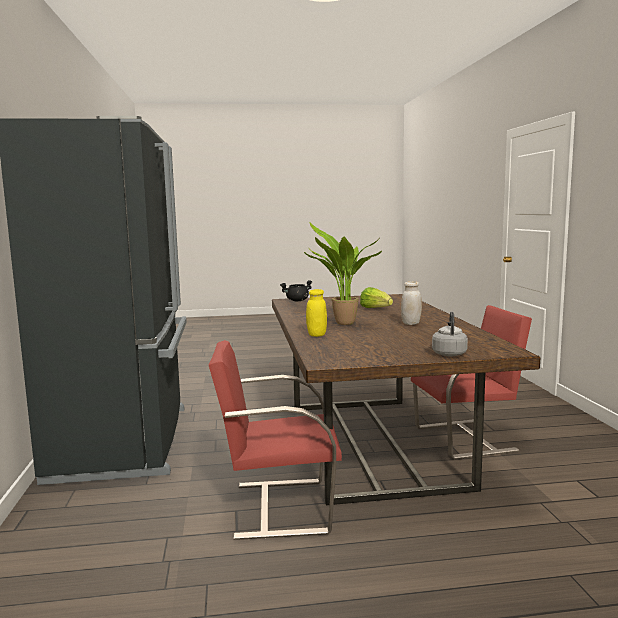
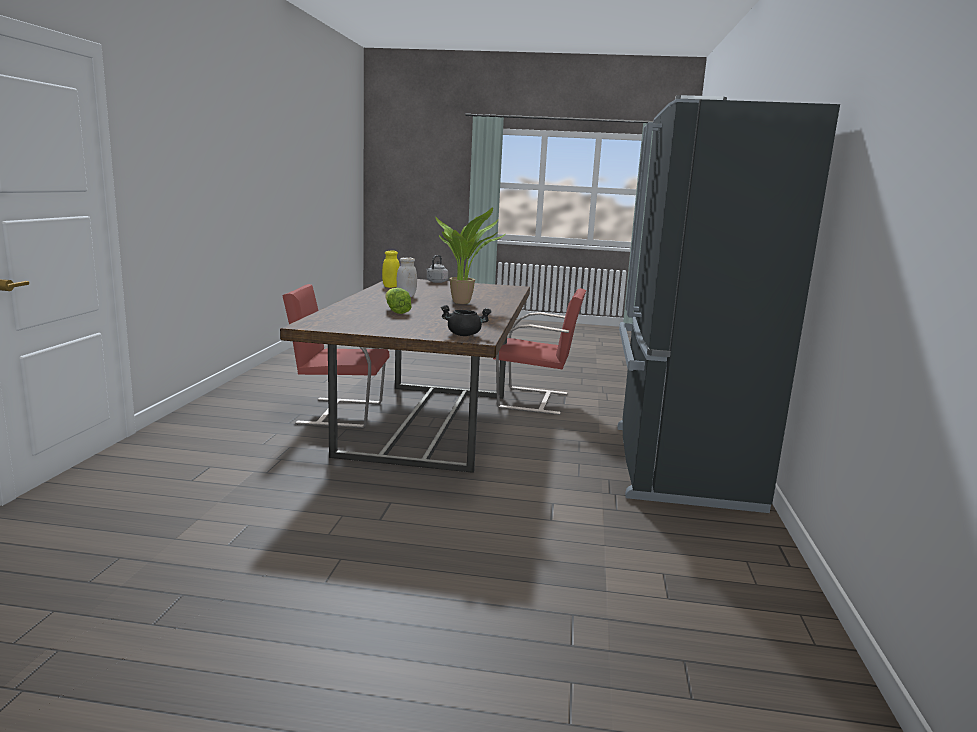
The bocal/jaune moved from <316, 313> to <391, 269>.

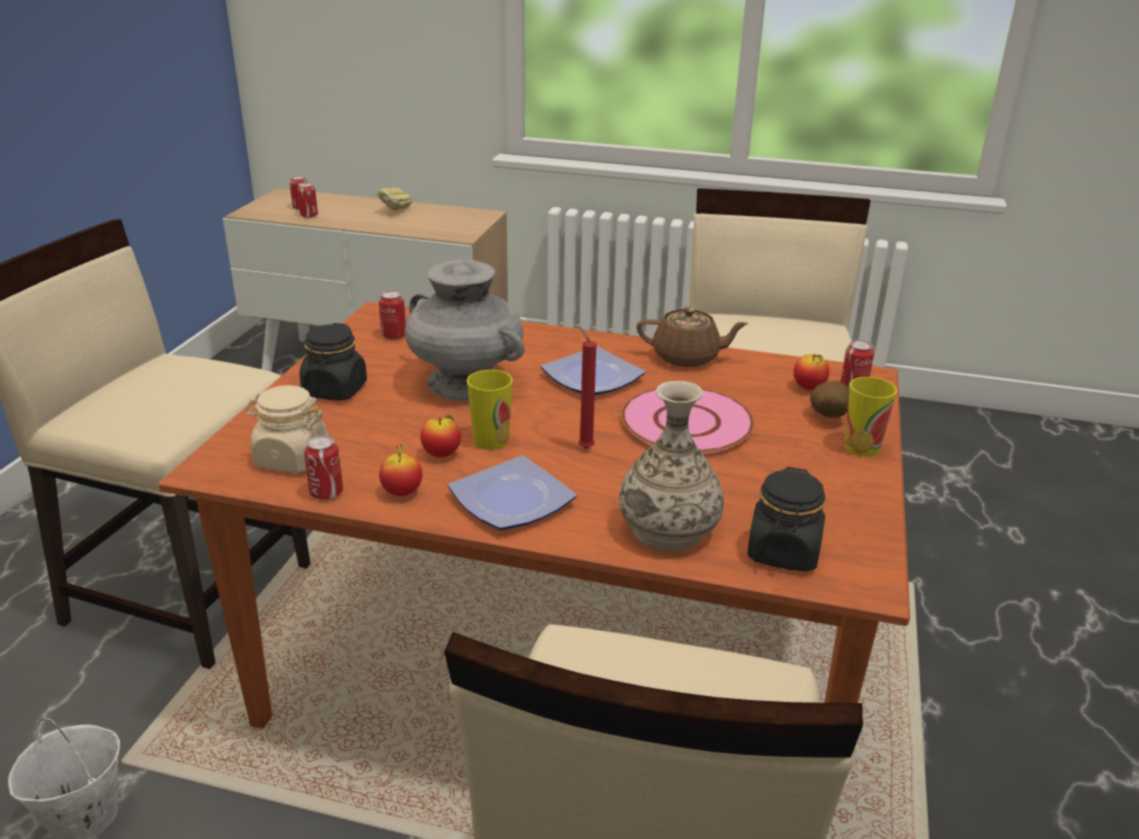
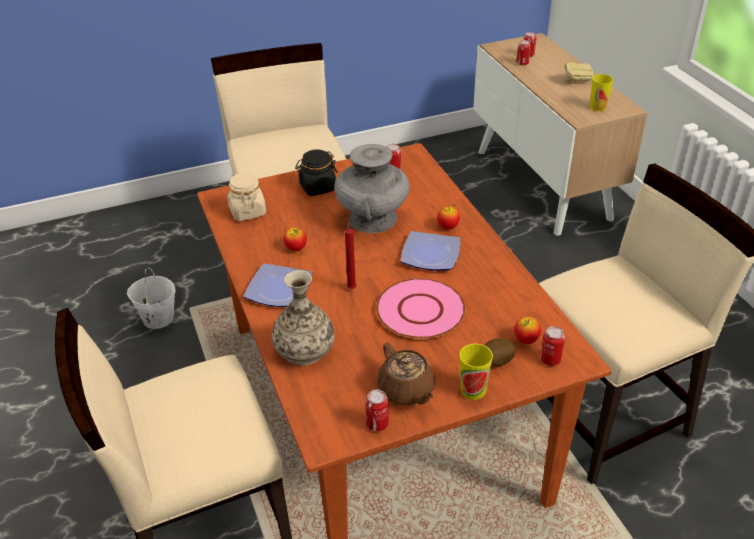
The bocal/noir at <786, 519> disappeared.
The boîte métallique moved from <323, 467> to <377, 410>.
The pomme moved from <400, 470> to <448, 217>.
The tasse moved from <490, 410> to <601, 92>.
The théière/marron moved from <692, 337> to <406, 374>.

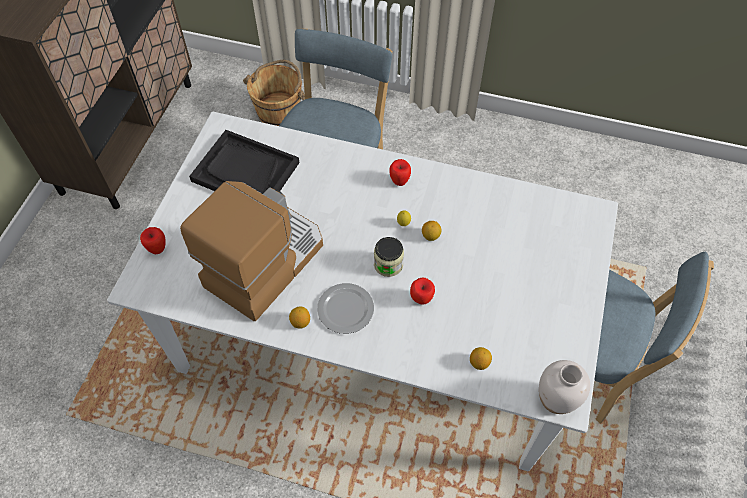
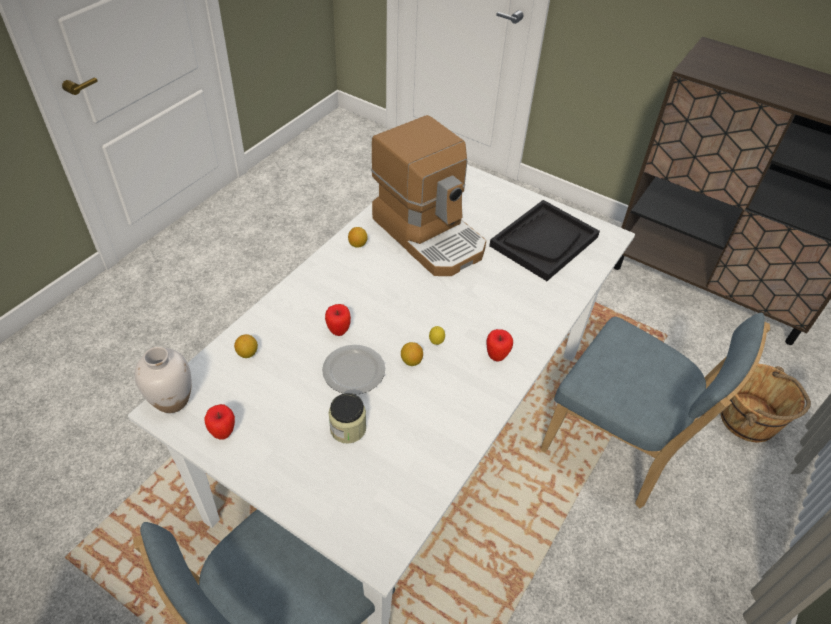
The pomme moved from <153, 240> to <220, 422>.
The assiette moved from <345, 308> to <353, 370>.
The bocal moved from <389, 257> to <347, 418>.

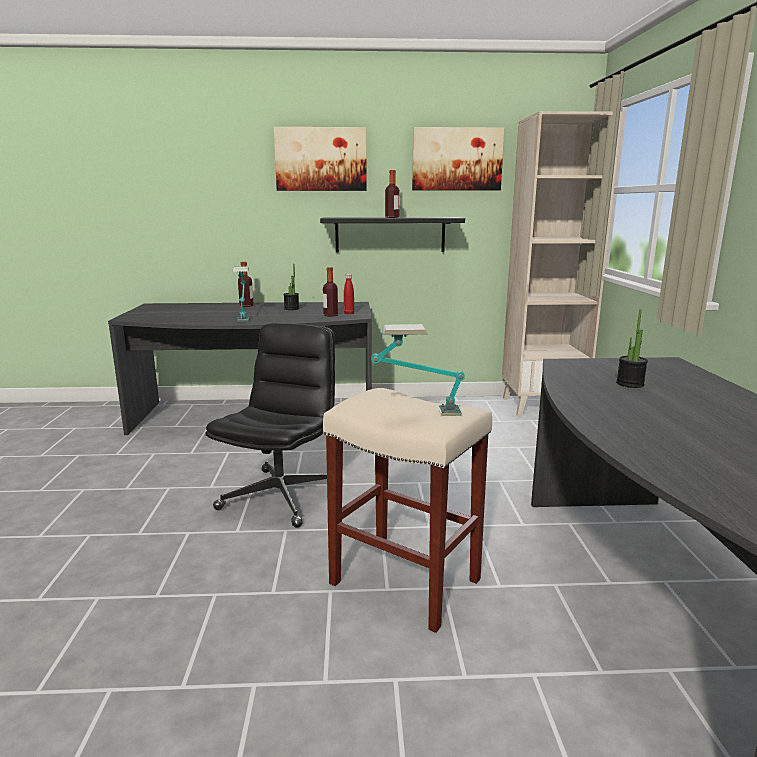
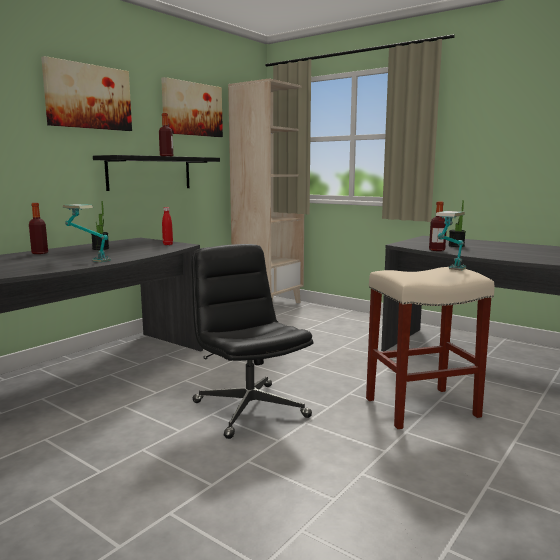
The bouteille moved from <330, 292> to <437, 226>.

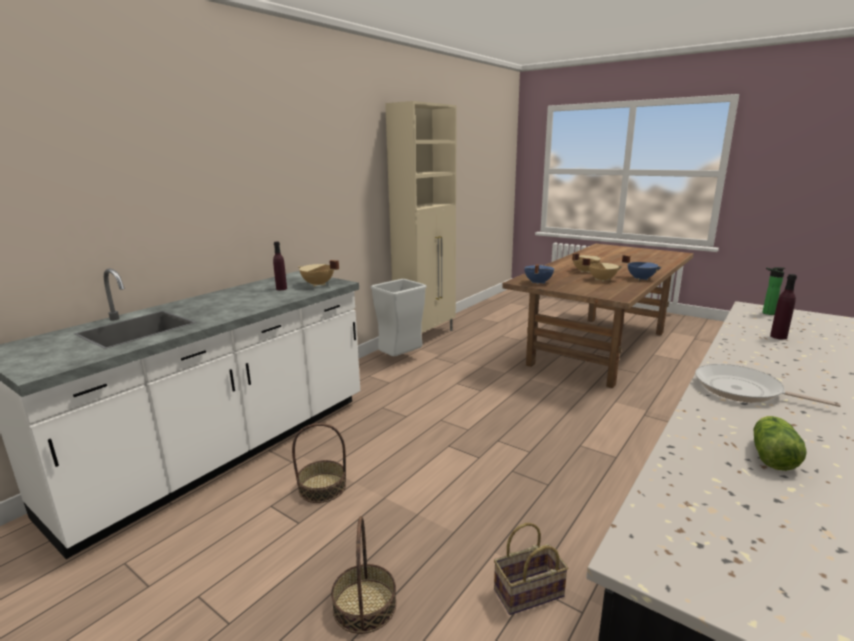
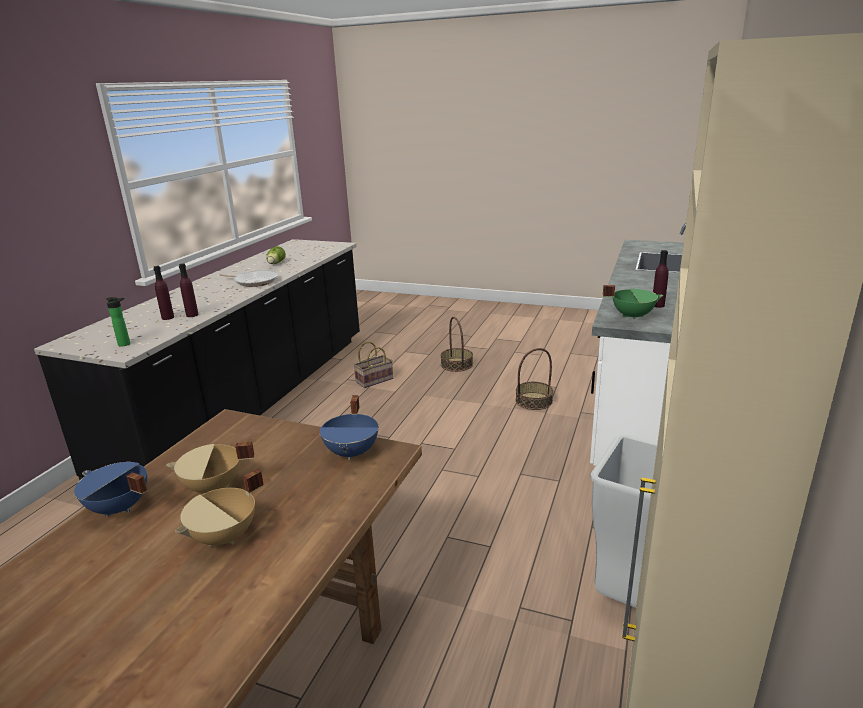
The bouteille/violet at <189, 290> appeared.
The marmite/beige at <318, 273> became the marmite/vert at <633, 302>.

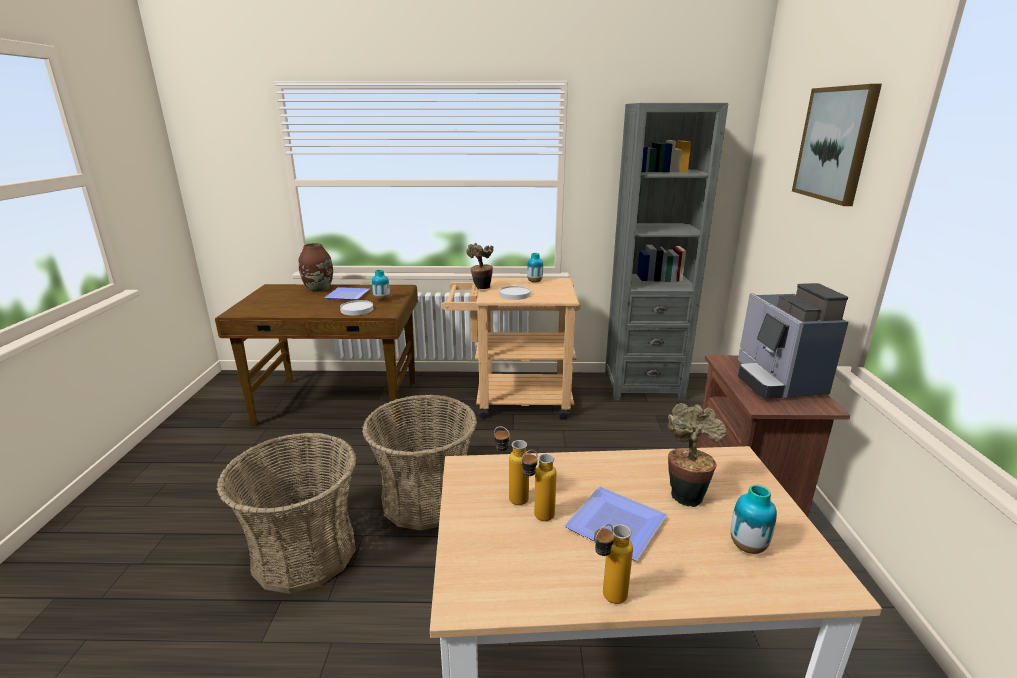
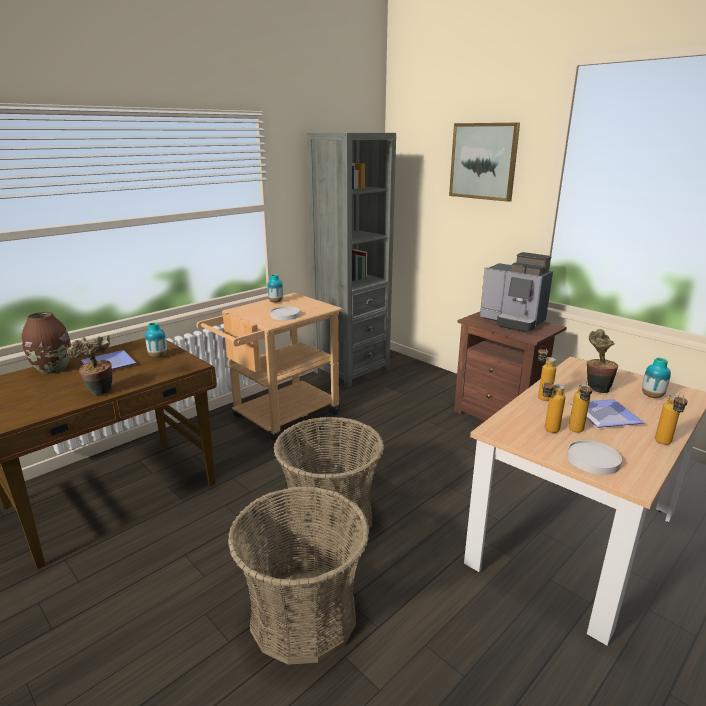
The bouteille at <547, 373> appeared.
The assiette/blanc moved from <356, 308> to <594, 457>.
The plante en pot moved from <480, 266> to <89, 365>.

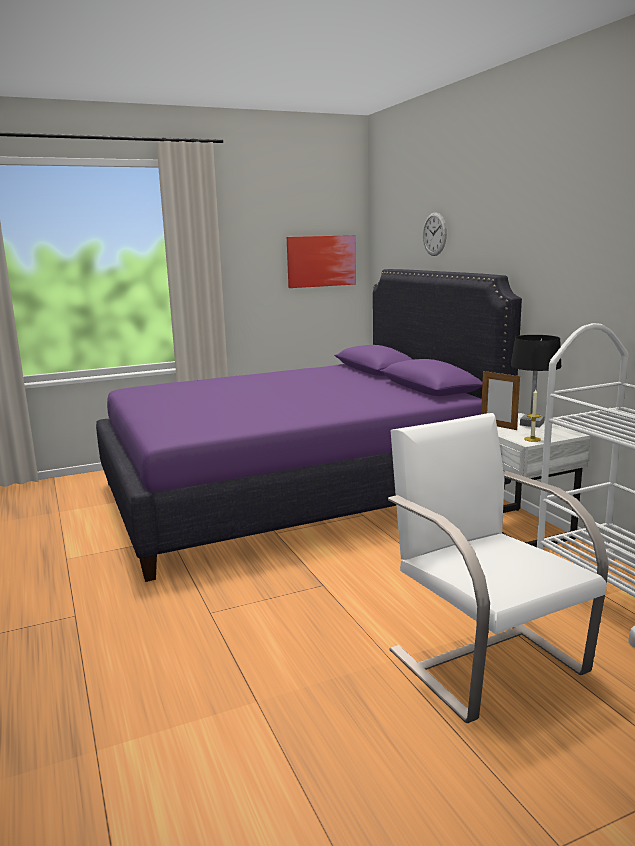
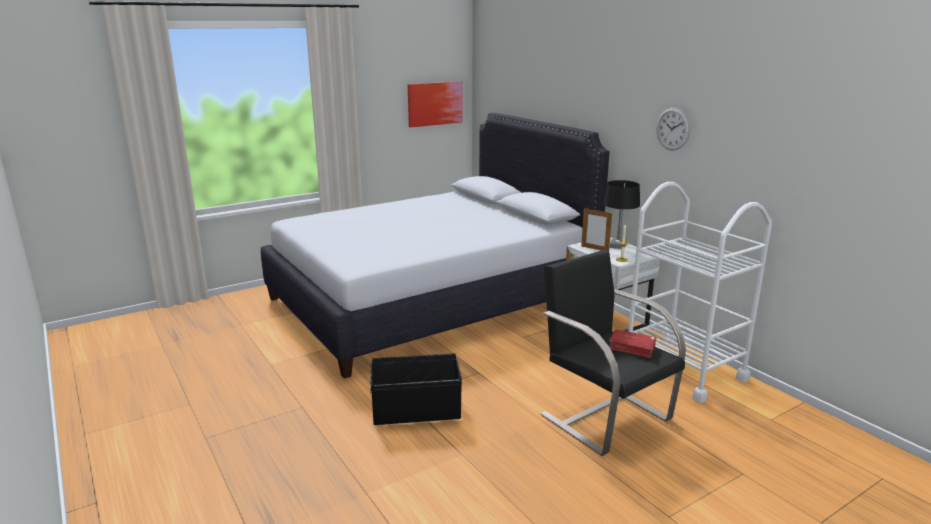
The boîte de rangement/noir at <416, 389> appeared.
The livre/rouge at <632, 344> appeared.
The horloge murale moved from <435, 234> to <673, 129>.
The lit/violet at <309, 425> became the lit/blanc at <435, 246>.
The fauteuil/blanc at <498, 568> became the fauteuil/noir at <613, 353>.

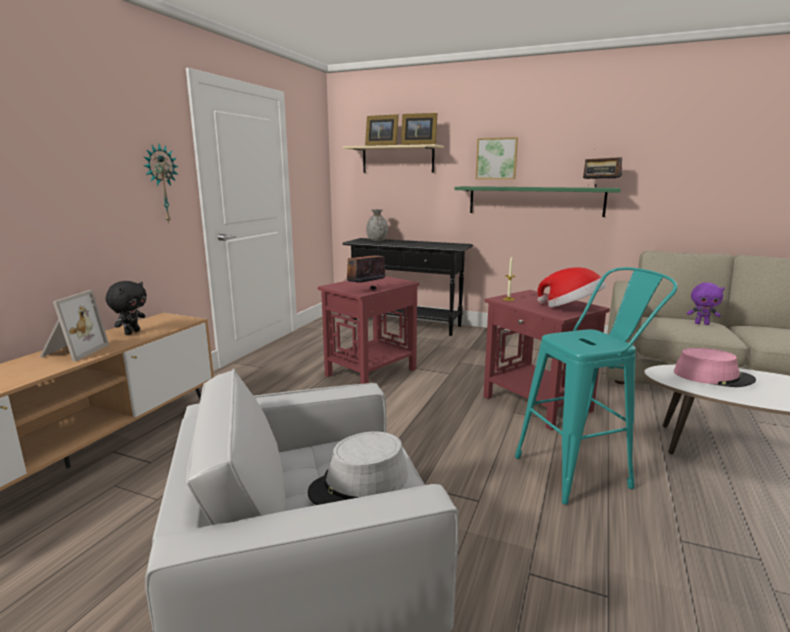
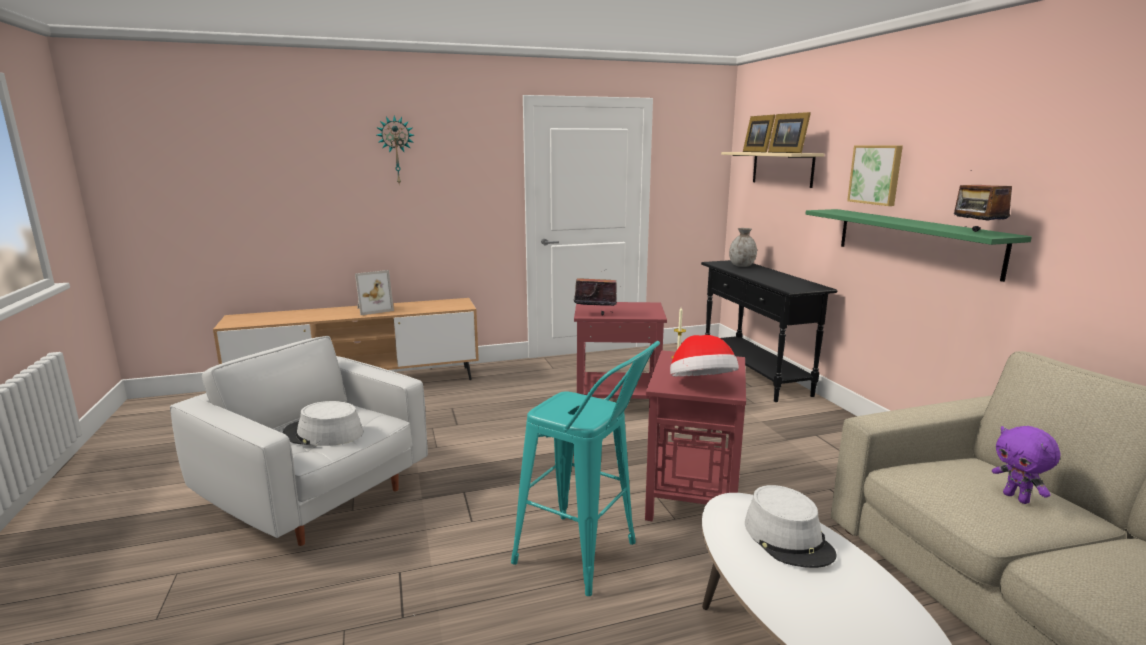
The peluche/noir at <126, 308> disappeared.
The horloge murale moved from <161, 183> to <395, 151>.
The chapeau/rose at <715, 367> became the chapeau/gris at <791, 526>.

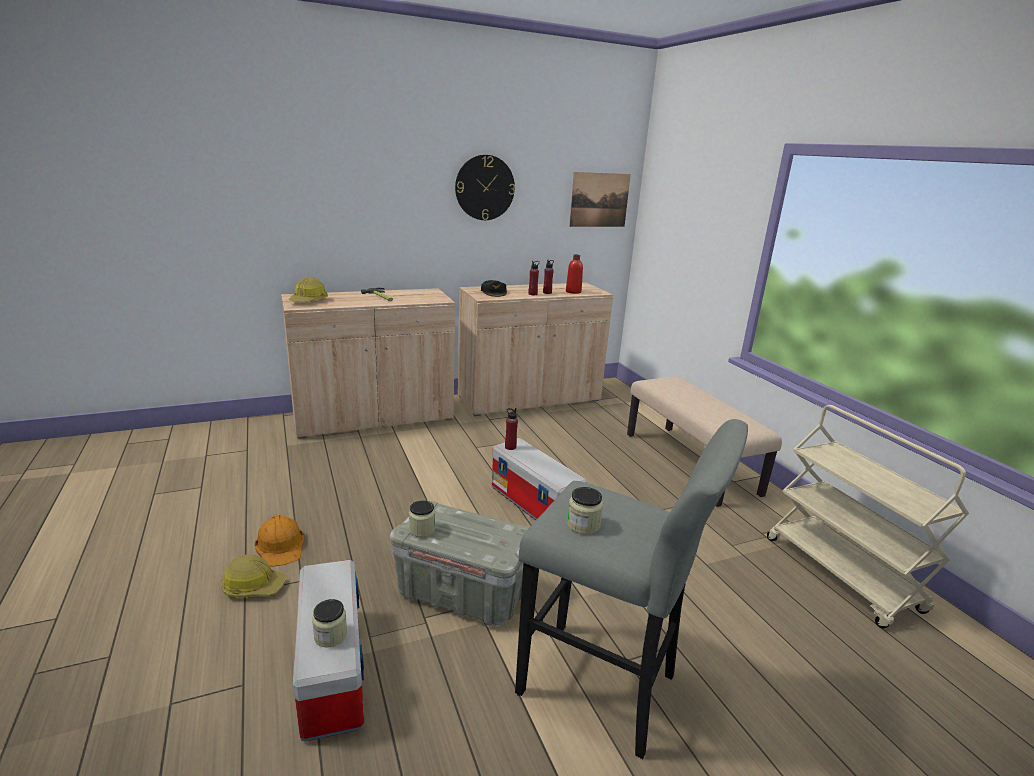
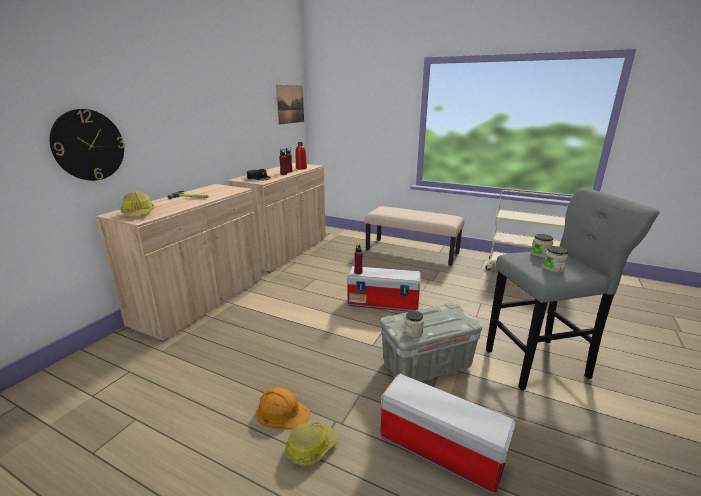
The bocal moved from <329, 623> to <542, 246>.
The horloge murale moved from <485, 187> to <87, 145>.

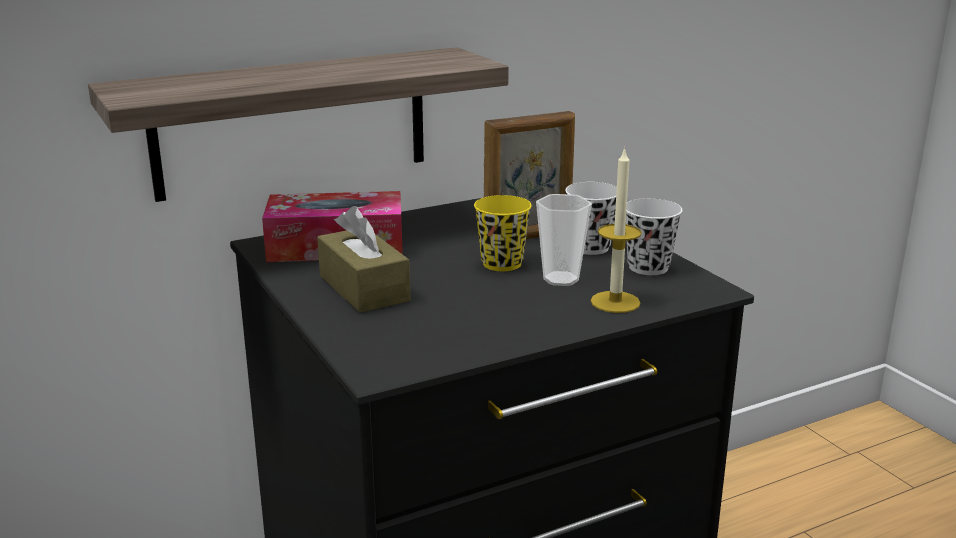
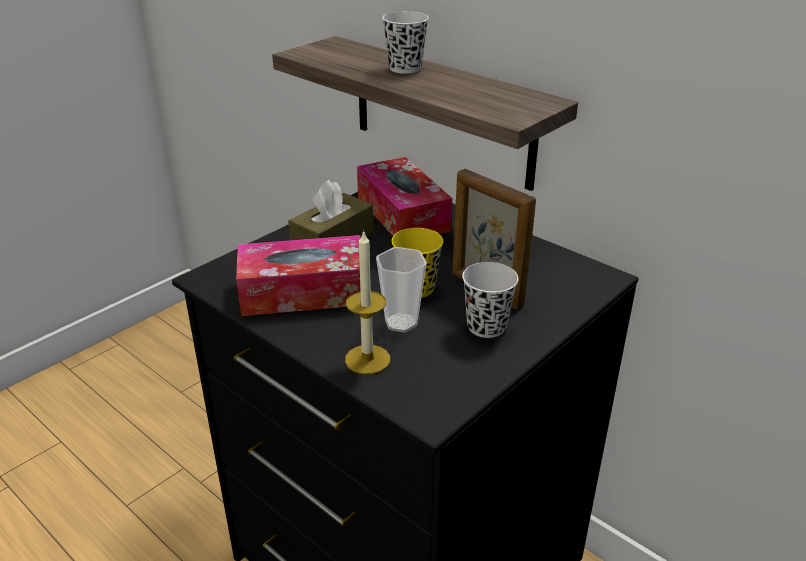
The boîte à mouchoirs at <298, 275> appeared.
The tasse/blanc moved from <654, 236> to <405, 42>.

